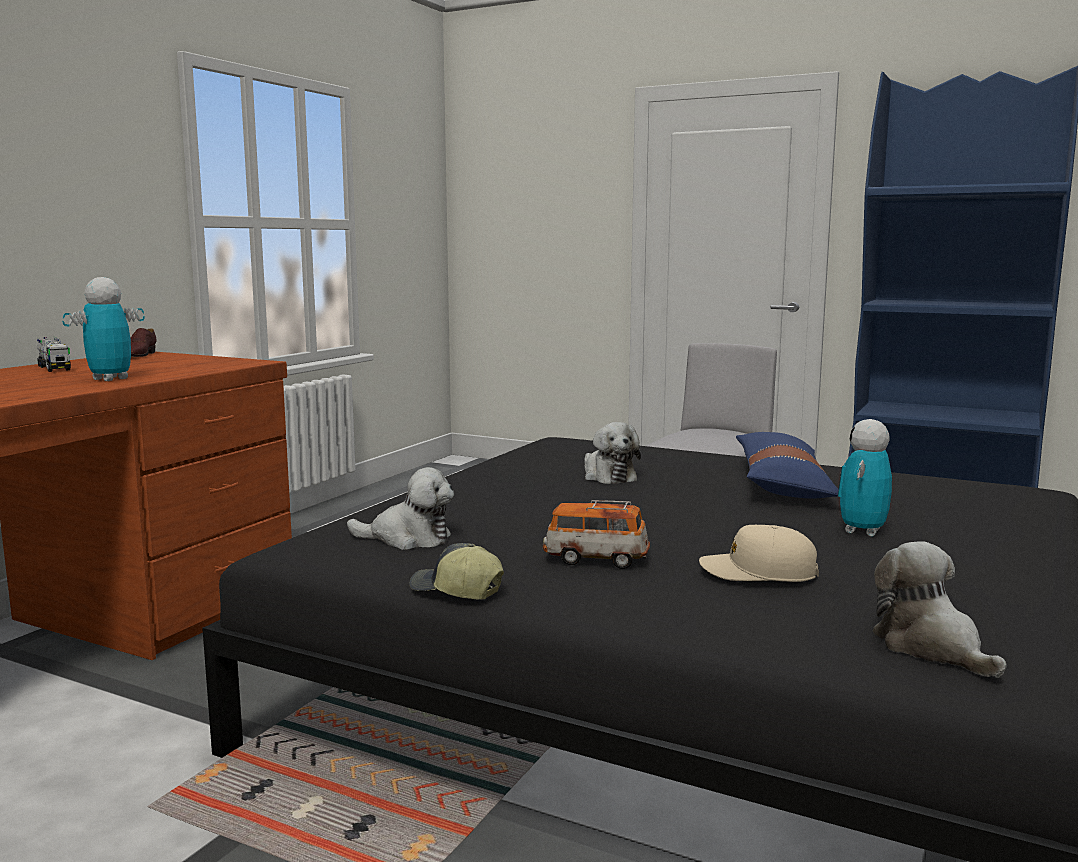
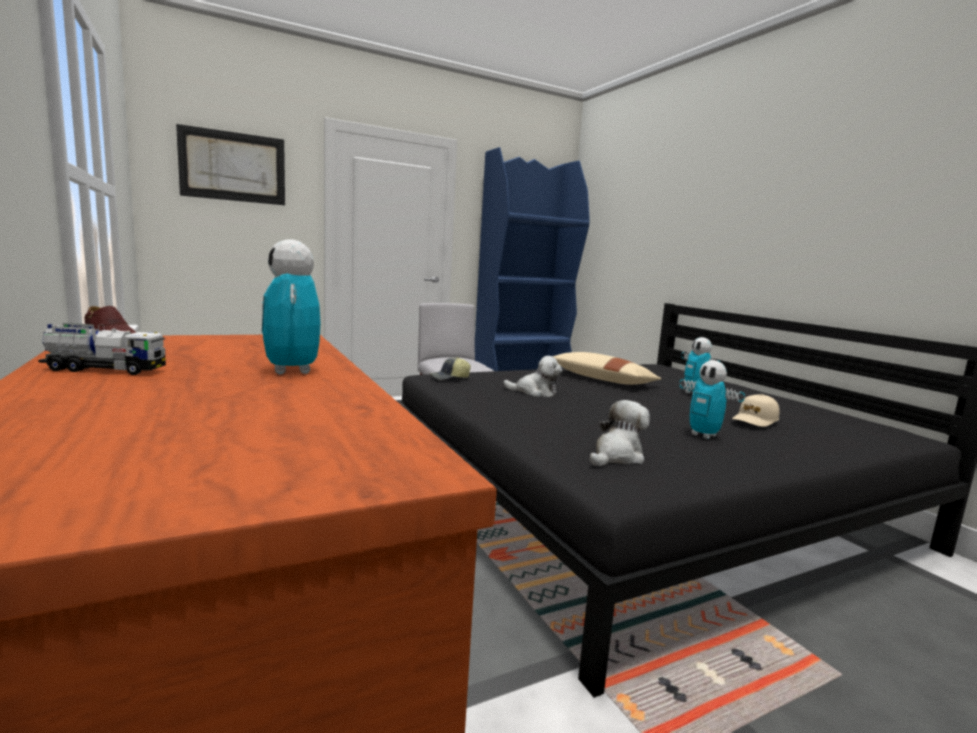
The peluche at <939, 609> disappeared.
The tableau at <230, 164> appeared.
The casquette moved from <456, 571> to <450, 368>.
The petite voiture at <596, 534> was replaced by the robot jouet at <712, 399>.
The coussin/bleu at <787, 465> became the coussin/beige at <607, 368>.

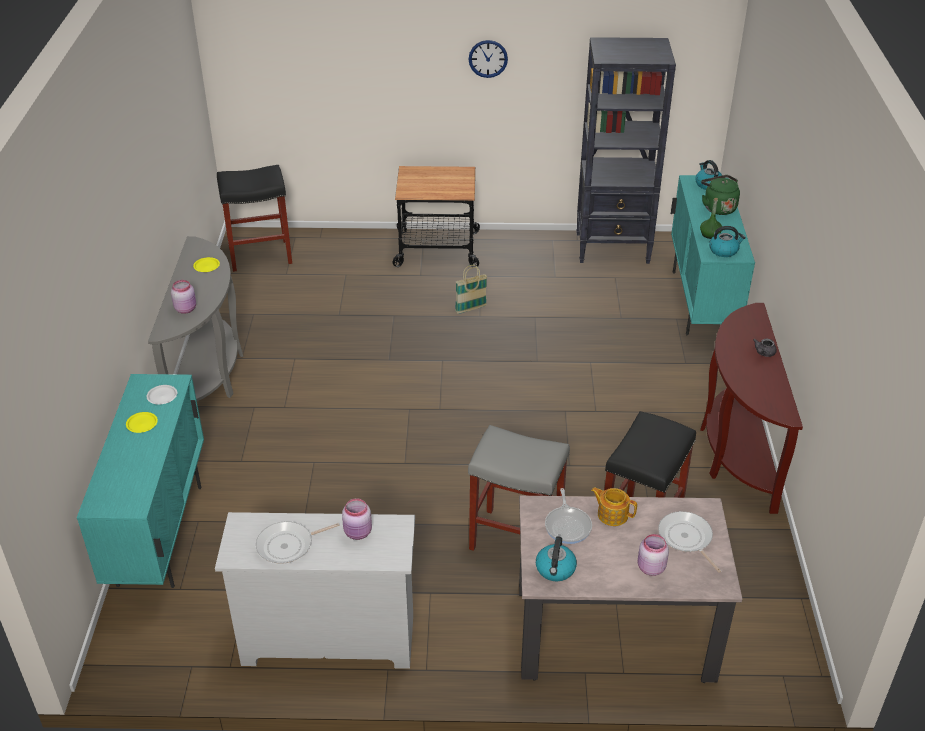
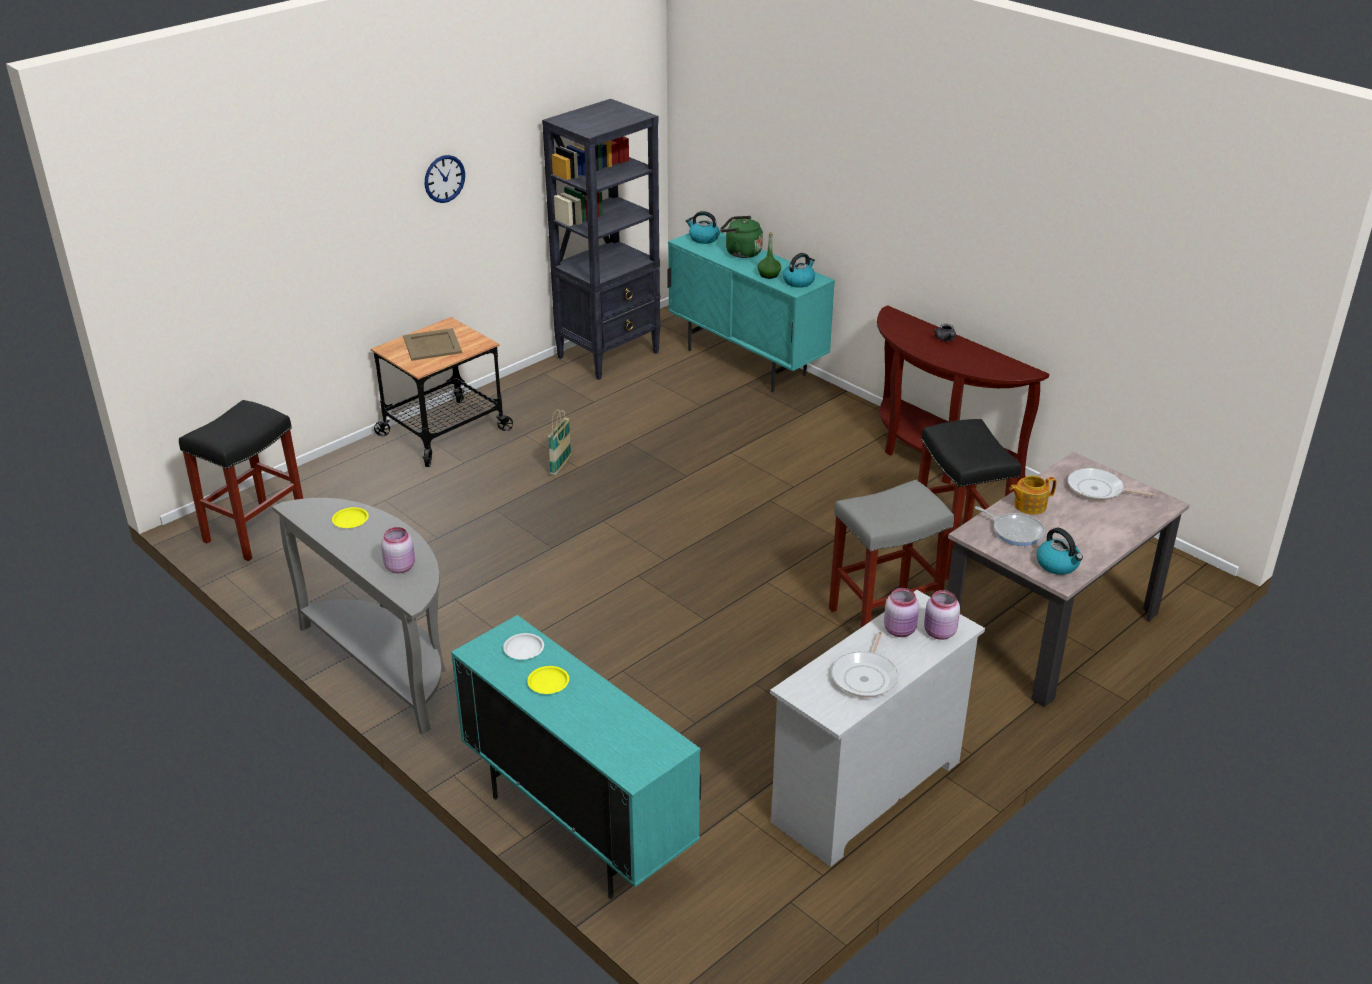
The plateau/beige at <432, 344> appeared.
The bocal/rose moved from <653, 555> to <942, 615>.

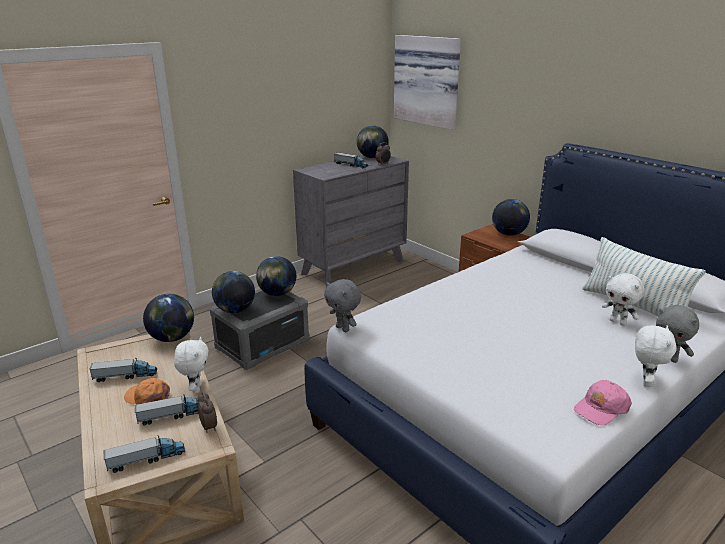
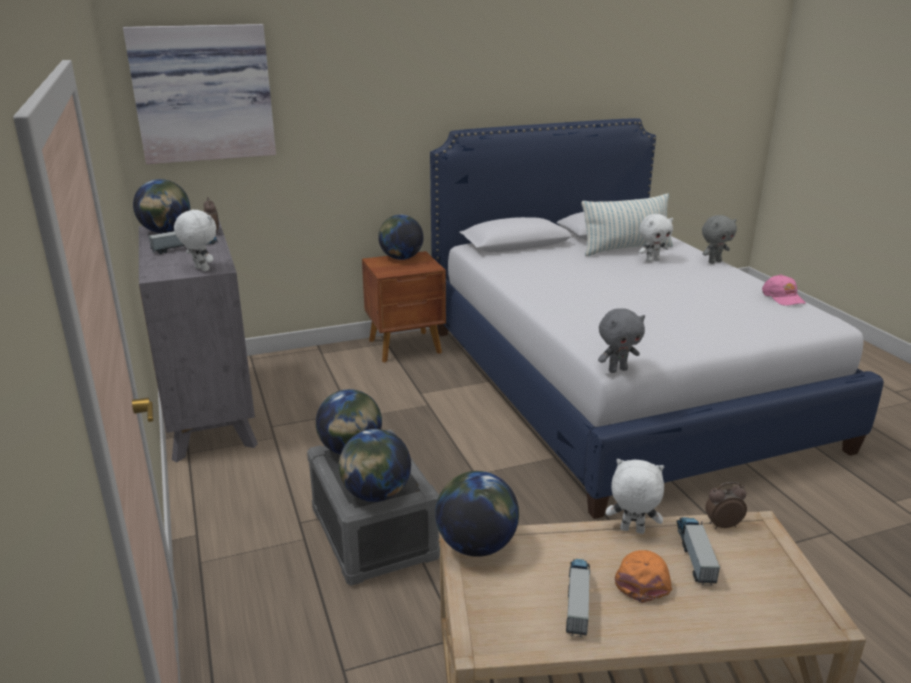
The camion jouet at <144, 454> disappeared.
The peluche/blanc moved from <655, 356> to <195, 240>.
The casquette/orange at <147, 391> turned 150 degrees clockwise.

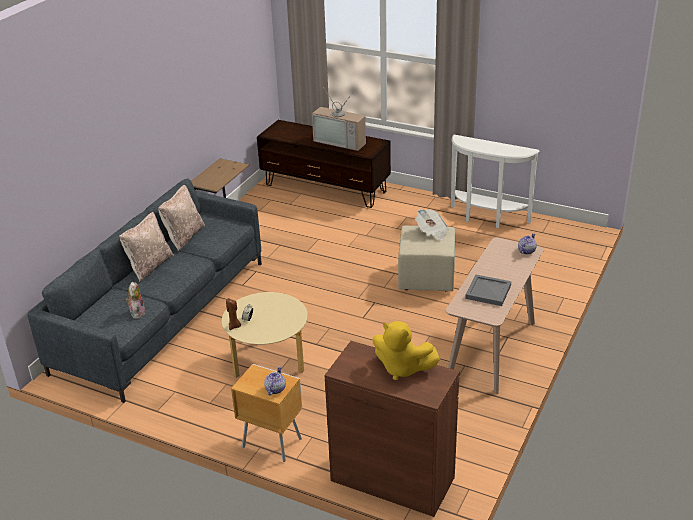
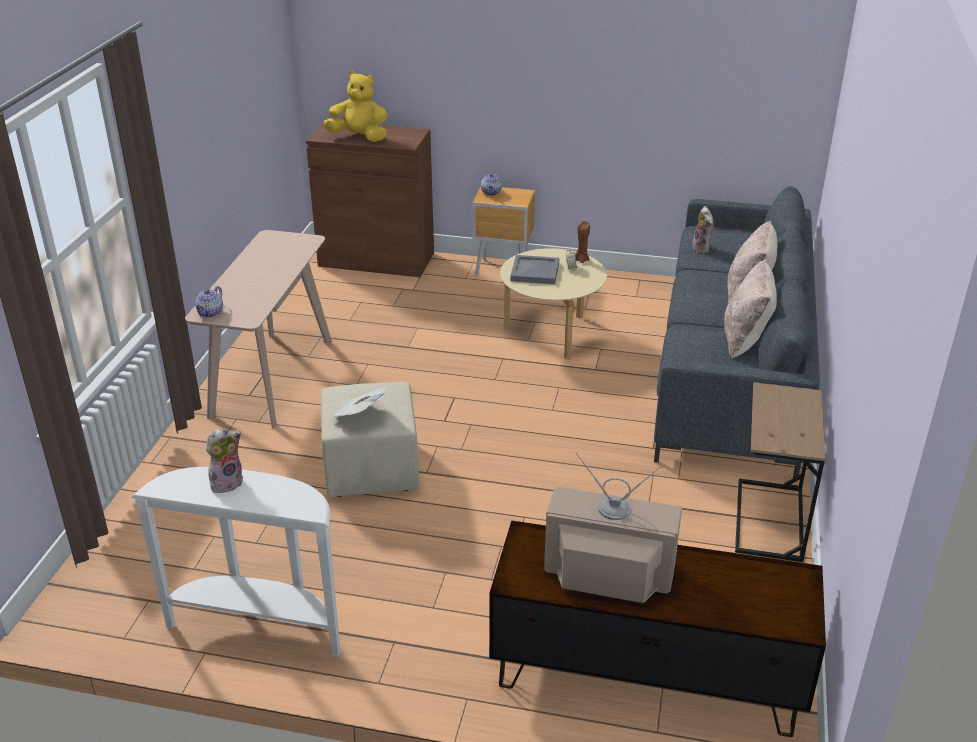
The peluche at <224, 461> appeared.
The plateau/gris moved from <488, 290> to <534, 269>.

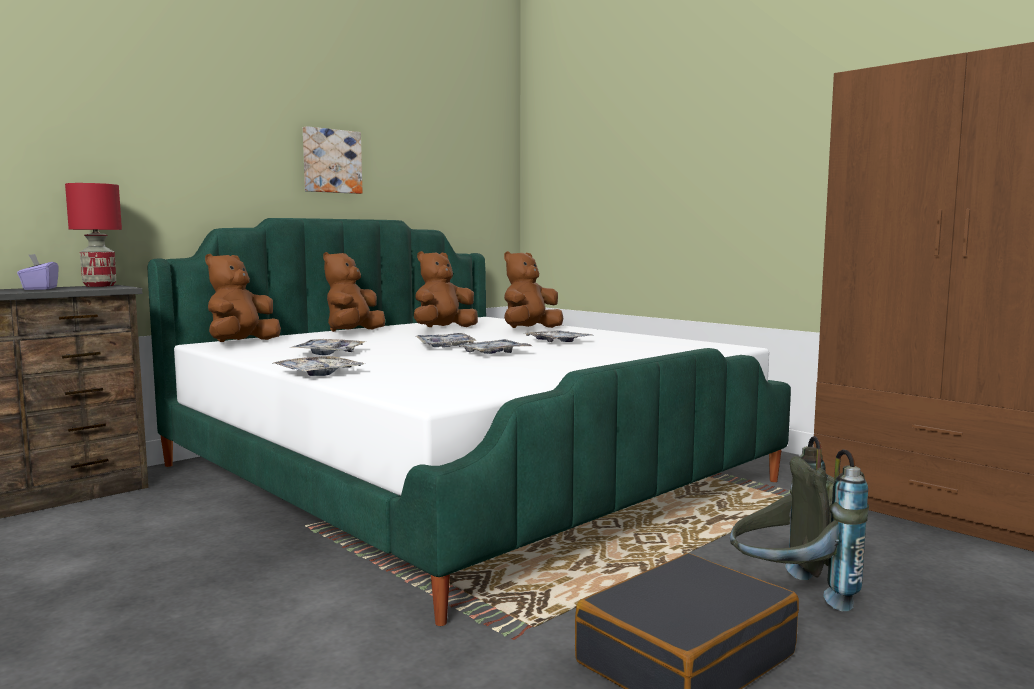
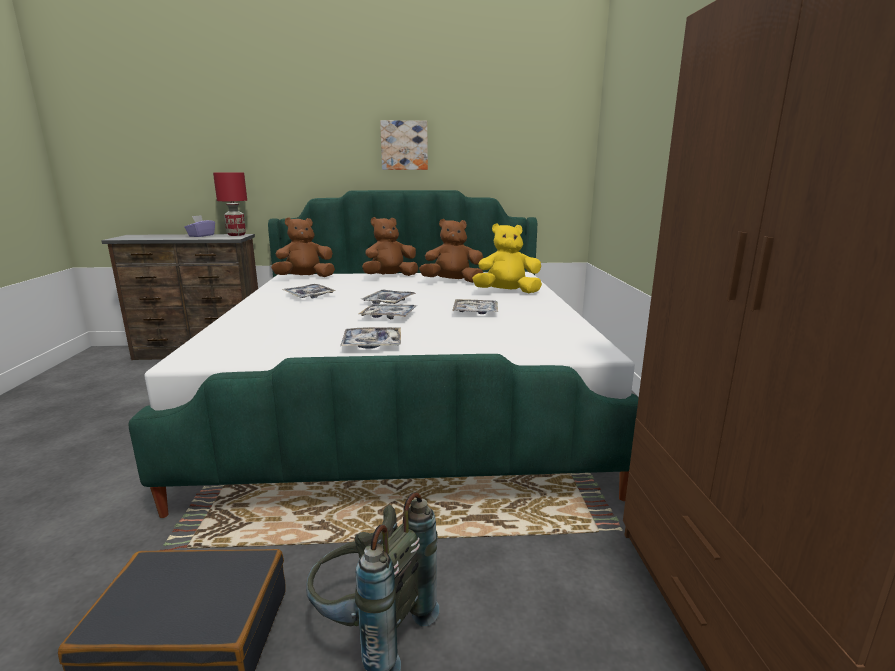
The plateau moved from <318, 366> to <370, 338>.
The peluche/marron at <533, 289> became the peluche/jaune at <507, 258>.

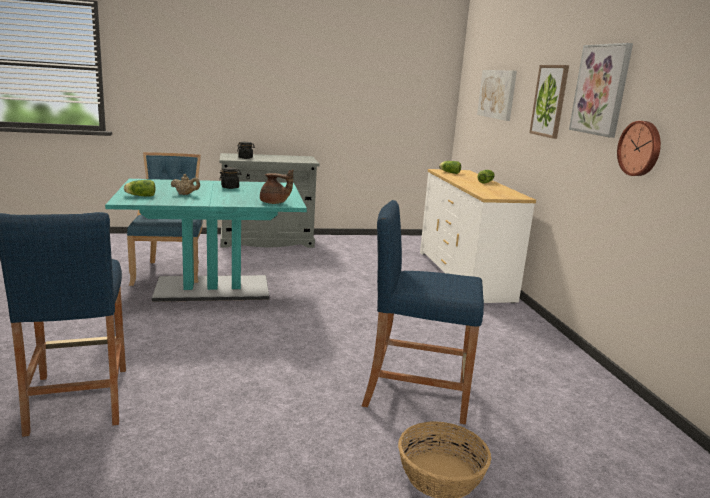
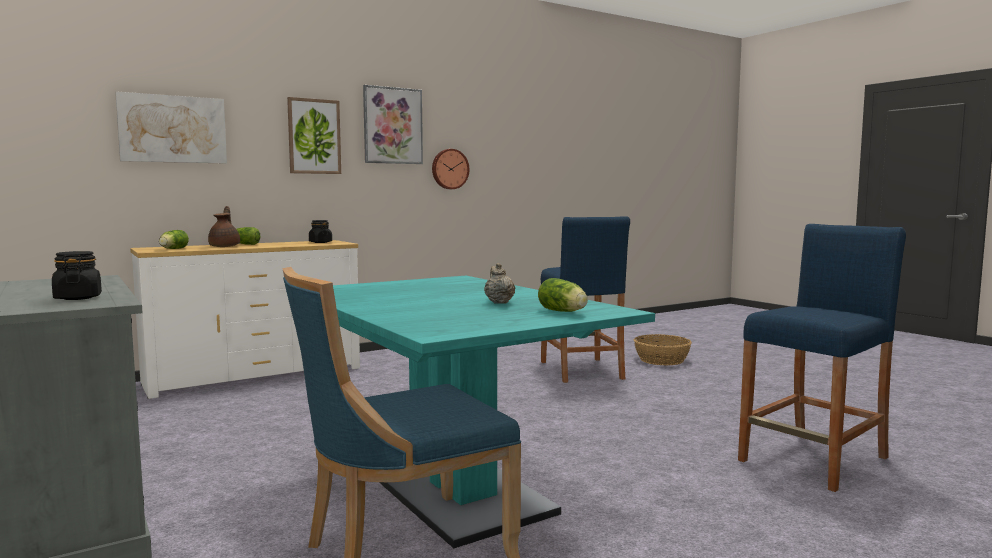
The bocal/noir moved from <230, 178> to <320, 231>.
The théière/marron moved from <276, 186> to <224, 226>.

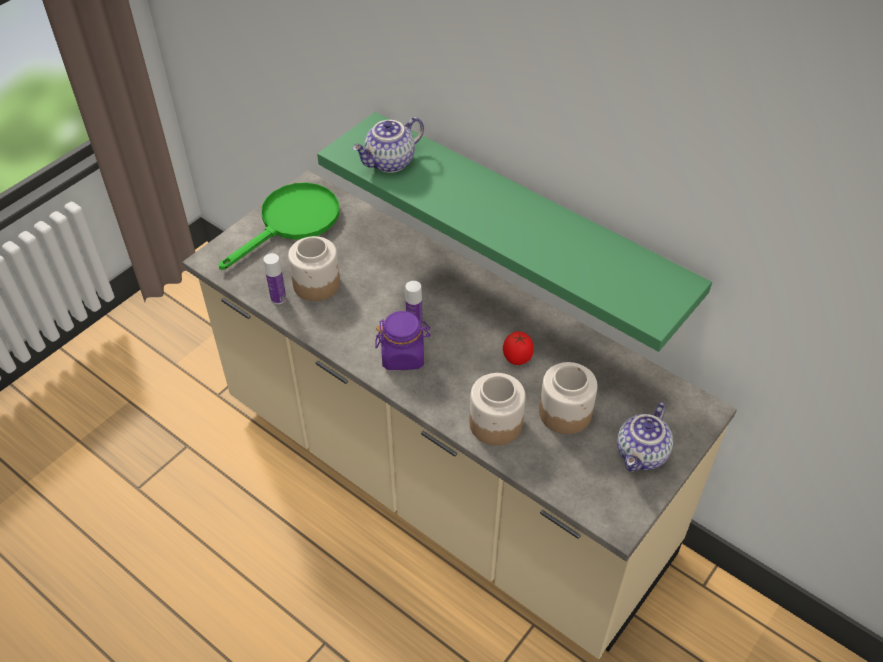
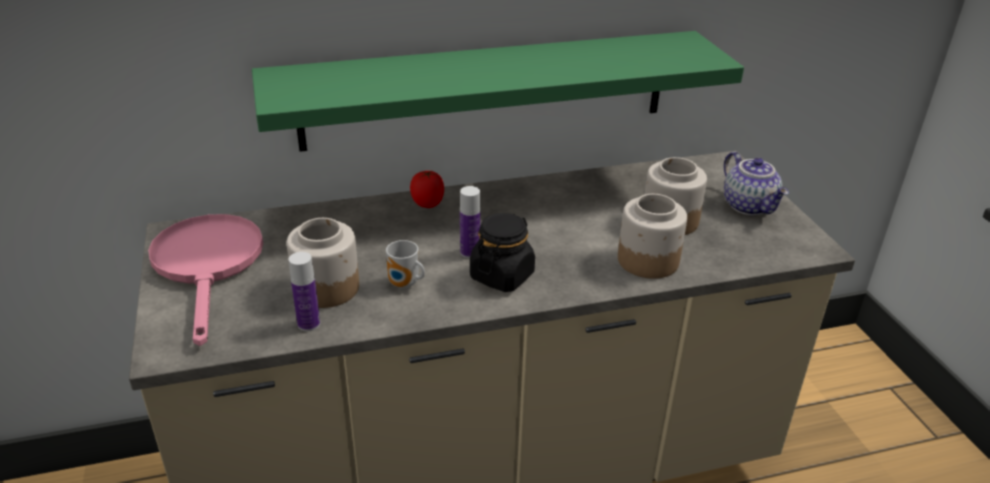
The théière at <388, 145> disappeared.
The mug at <405, 264> appeared.
The tomate moved from <518, 348> to <427, 189>.
The poêle/vert at <279, 226> became the poêle/rose at <205, 280>.
The bocal/violet at <403, 340> became the bocal/noir at <502, 252>.

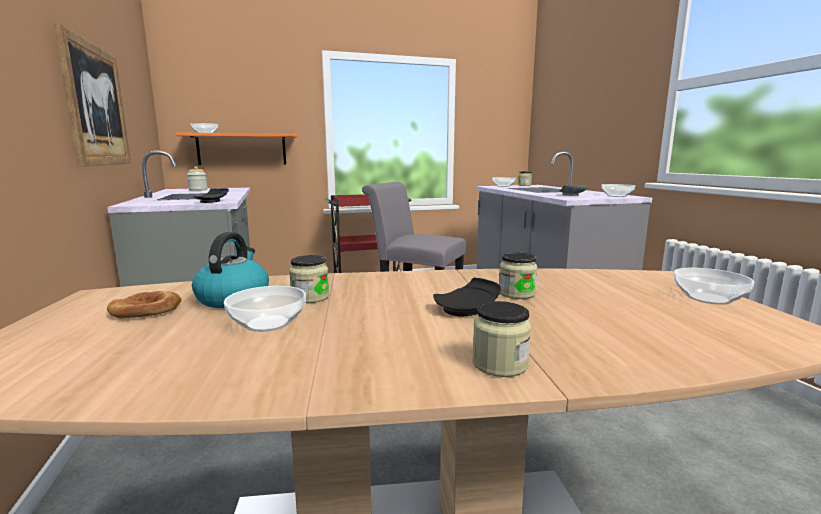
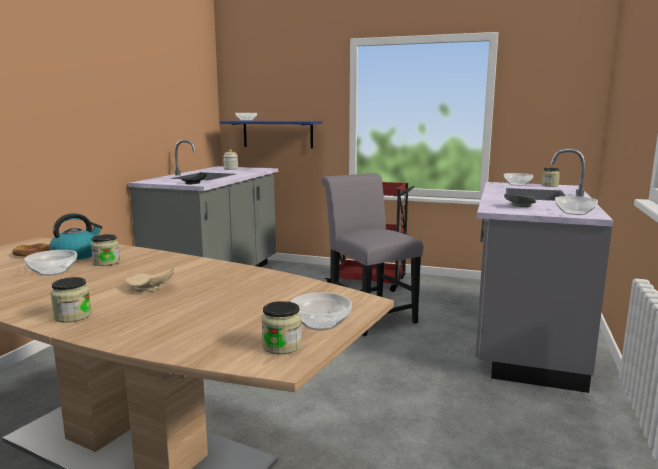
The tableau at <92, 95> disappeared.
The bocal moved from <518, 275> to <282, 327>.
The étagère/orange at <236, 148> became the étagère/bleu at <271, 134>.
The assiette/noir at <467, 297> became the assiette/beige at <150, 279>.

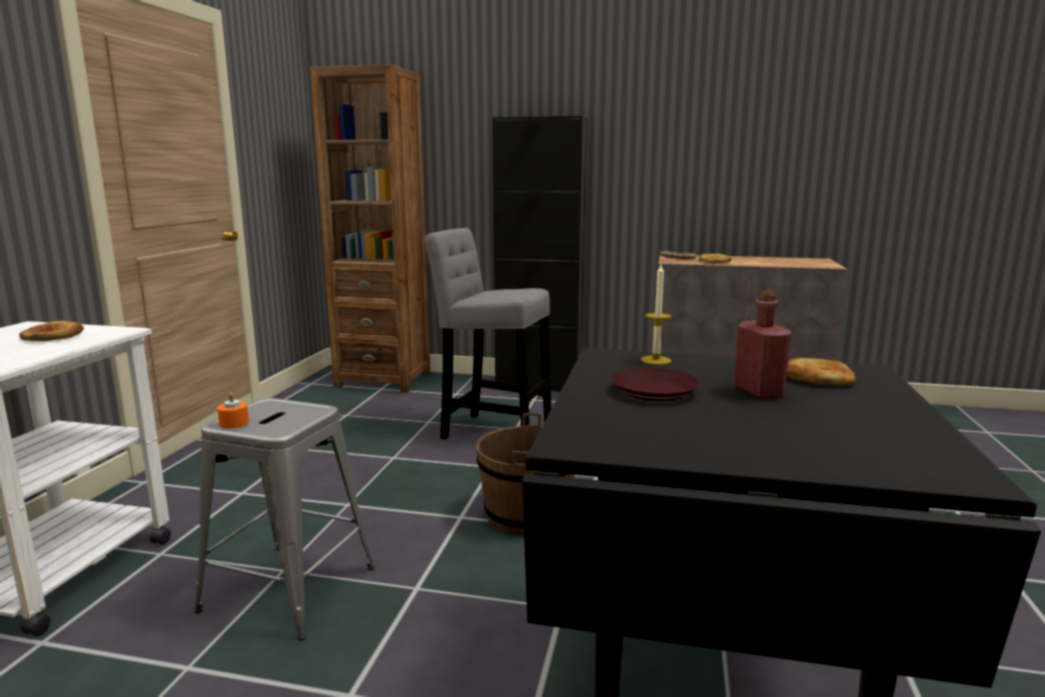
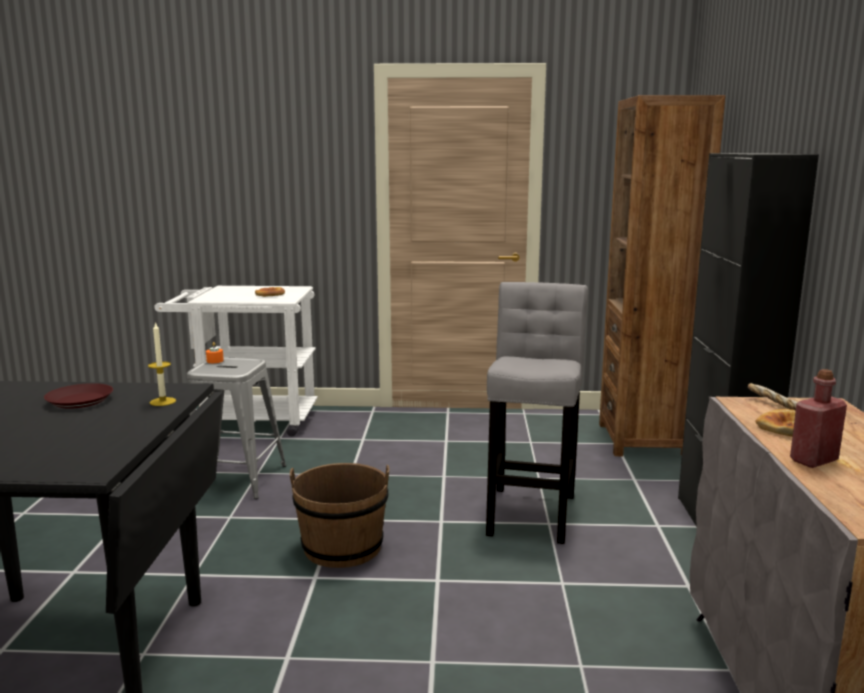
The pain at <821, 372> disappeared.
The bouteille/rouge moved from <762, 345> to <818, 418>.

